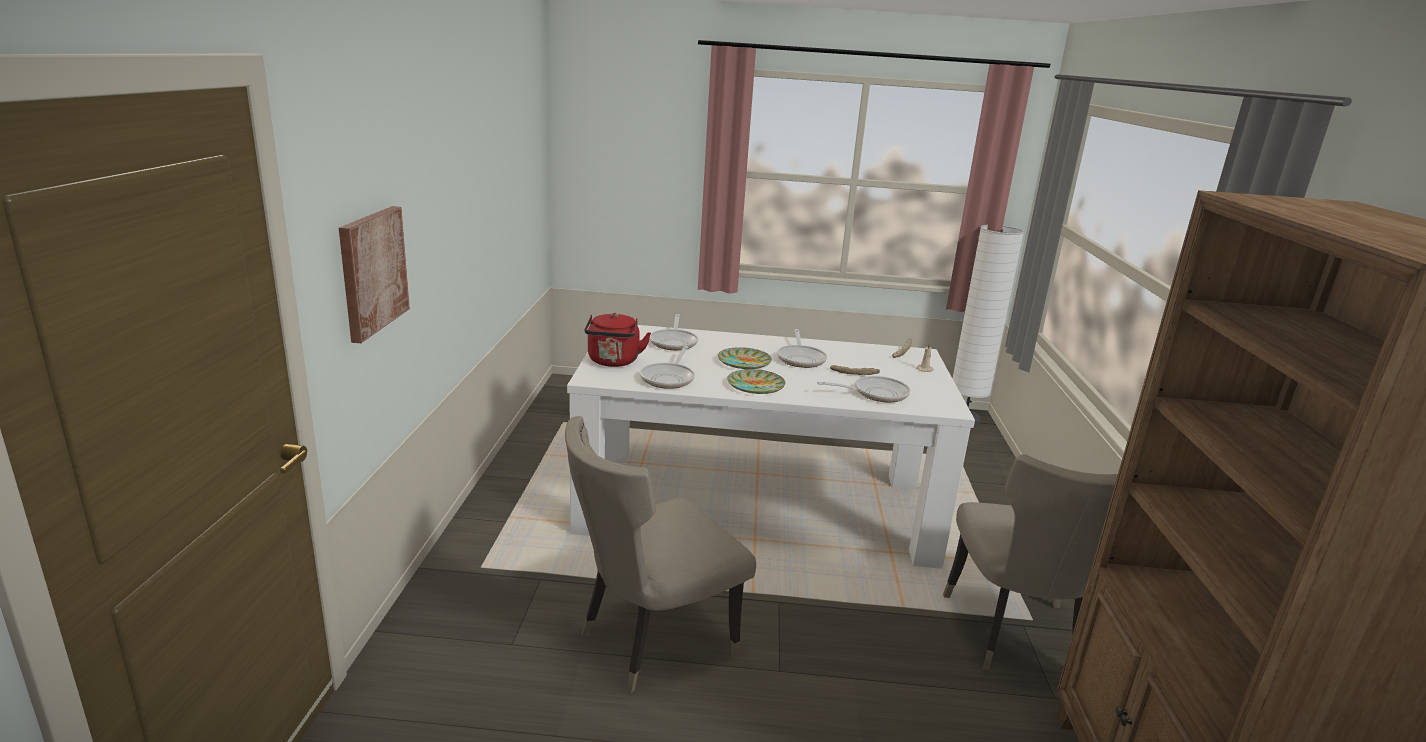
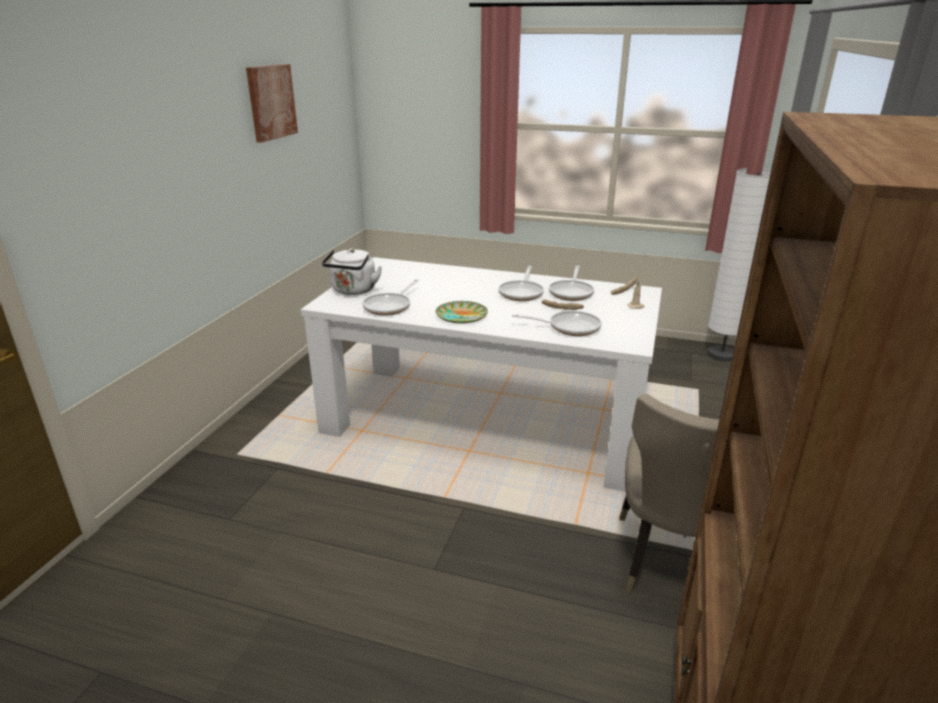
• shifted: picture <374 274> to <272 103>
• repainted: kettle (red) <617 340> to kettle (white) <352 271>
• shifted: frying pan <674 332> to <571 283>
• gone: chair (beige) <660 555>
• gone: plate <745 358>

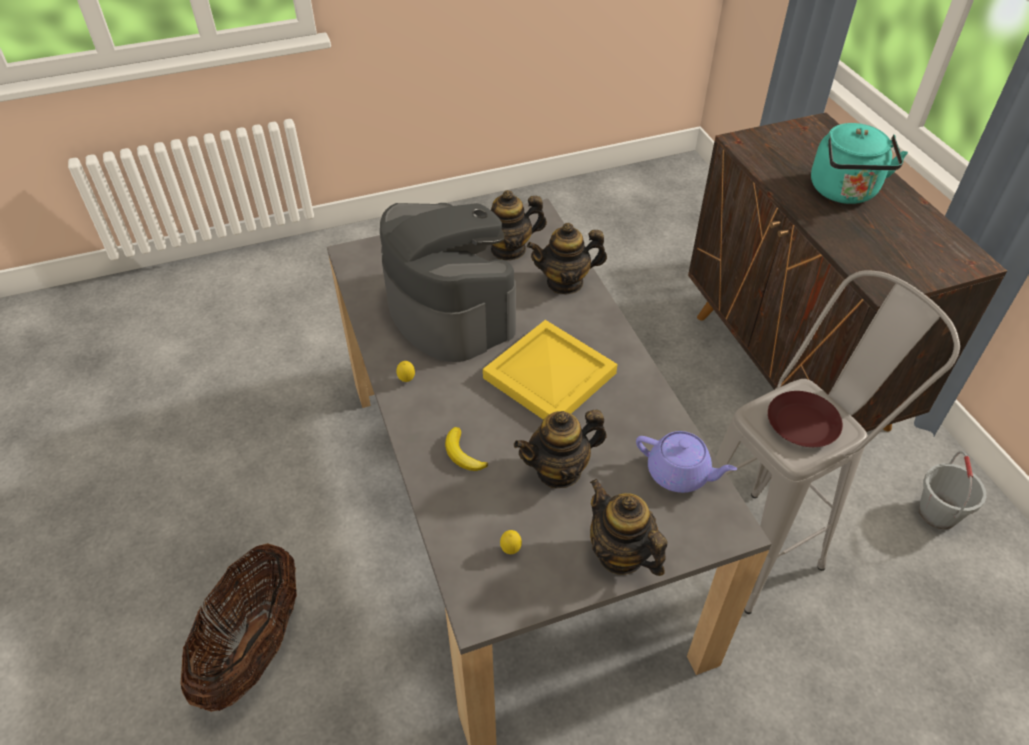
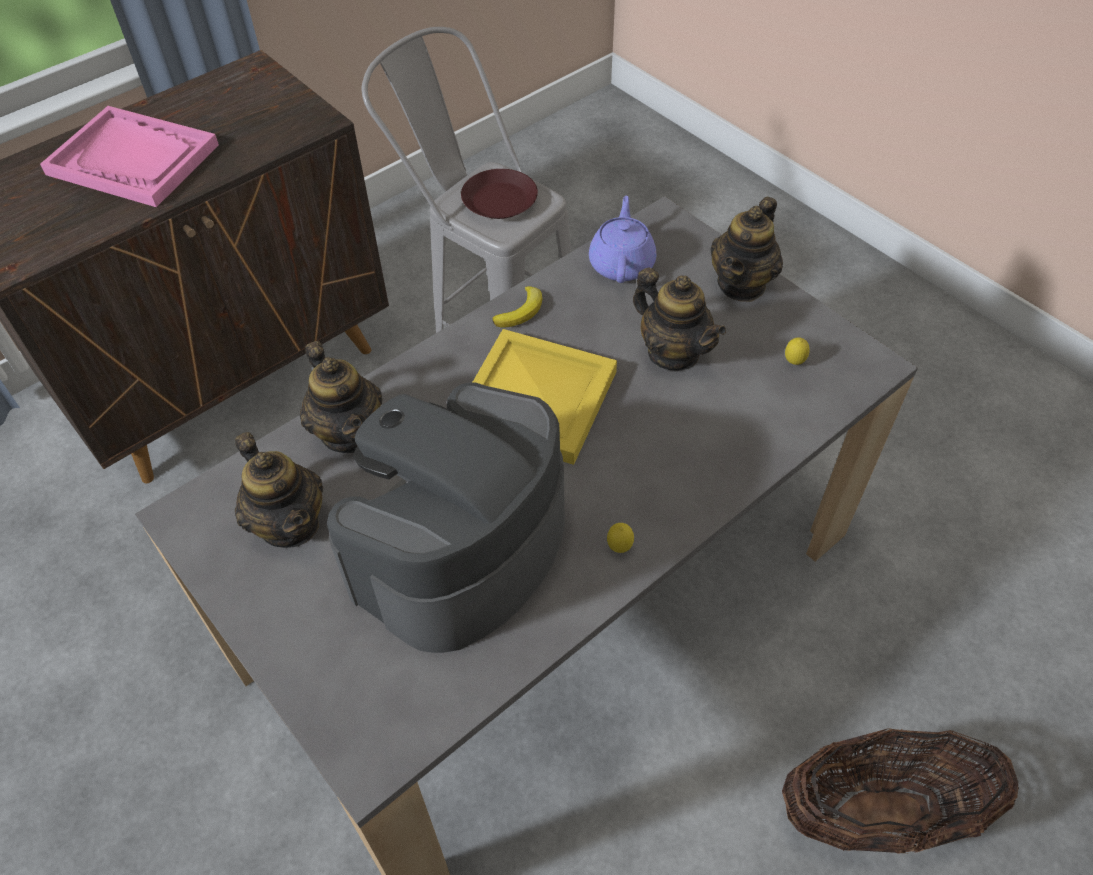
• swapped: kettle (turquoise) <859 163> to tray (pink) <129 156>
• shifted: banana <466 449> to <517 306>
• gone: bucket (grey) <952 490>

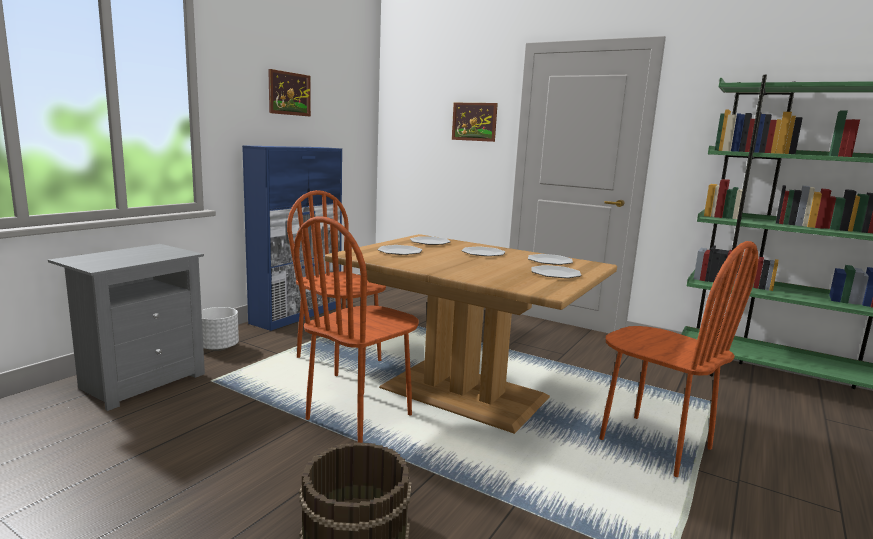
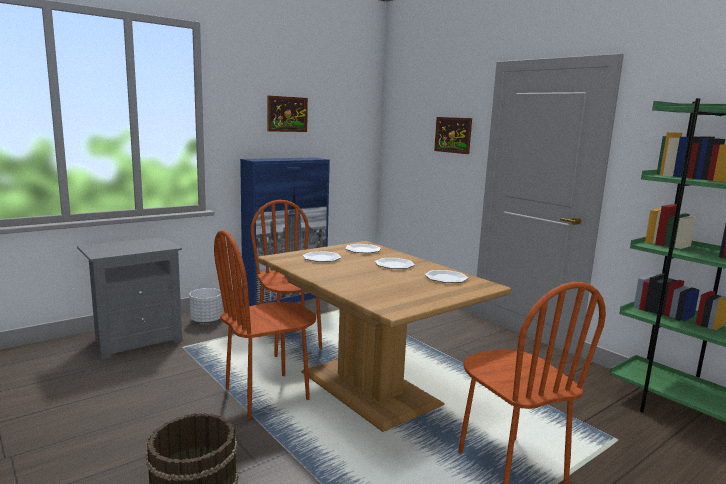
• gone: plate <556 271>

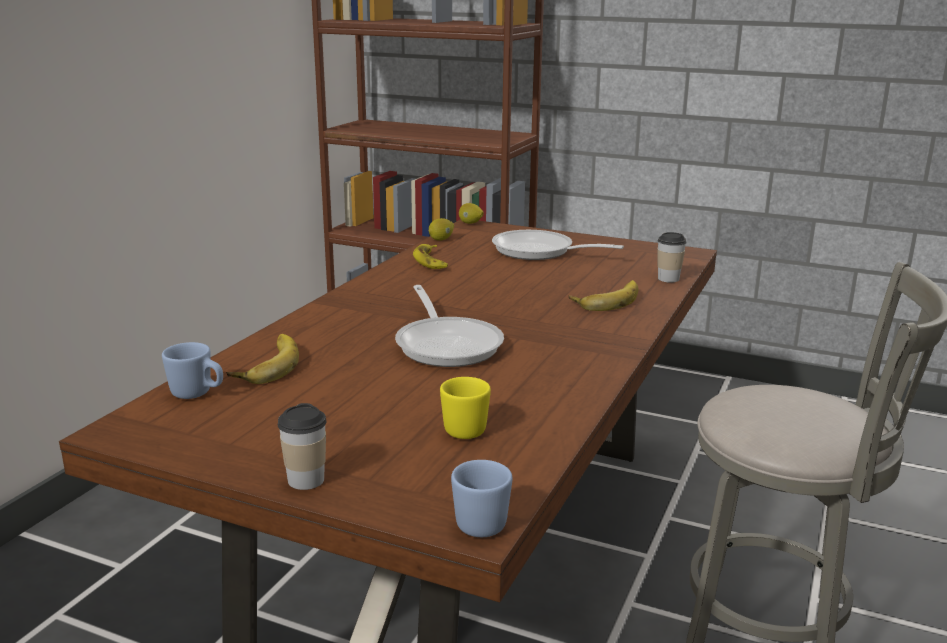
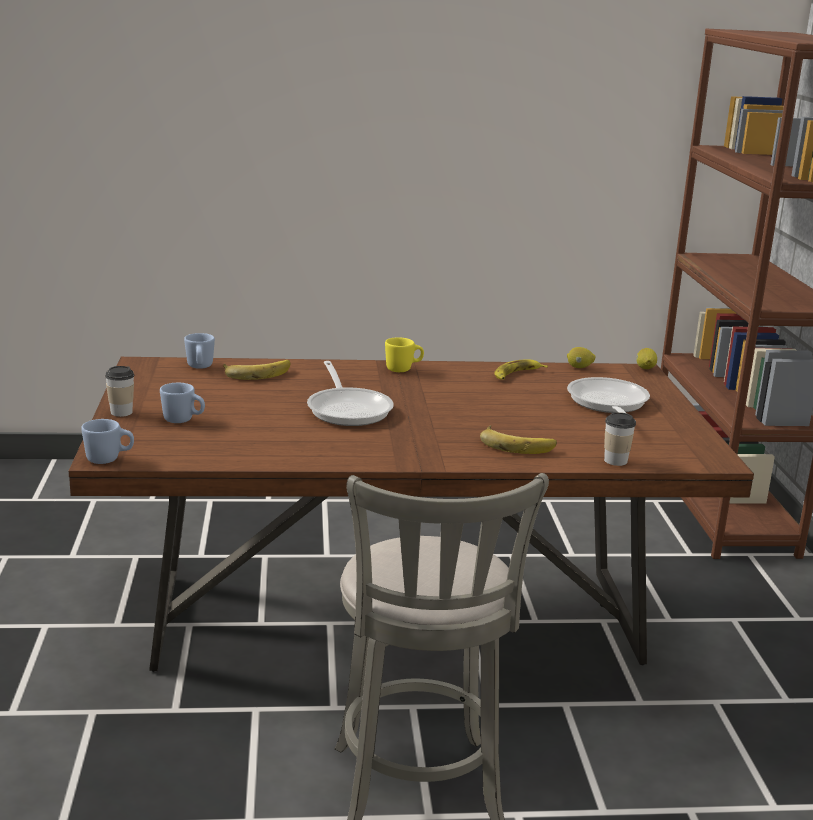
• new: mug (blue) <182 403>
• rotated: frying pan <449 326> = <350 393> 60 degrees counterclockwise
• shifted: mug (yellow) <465 408> to <404 354>

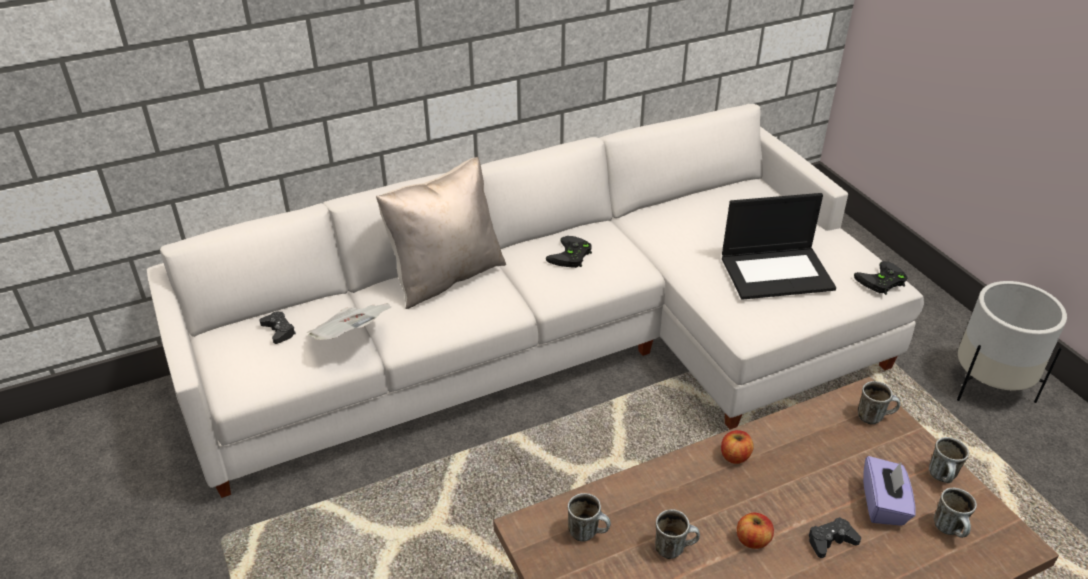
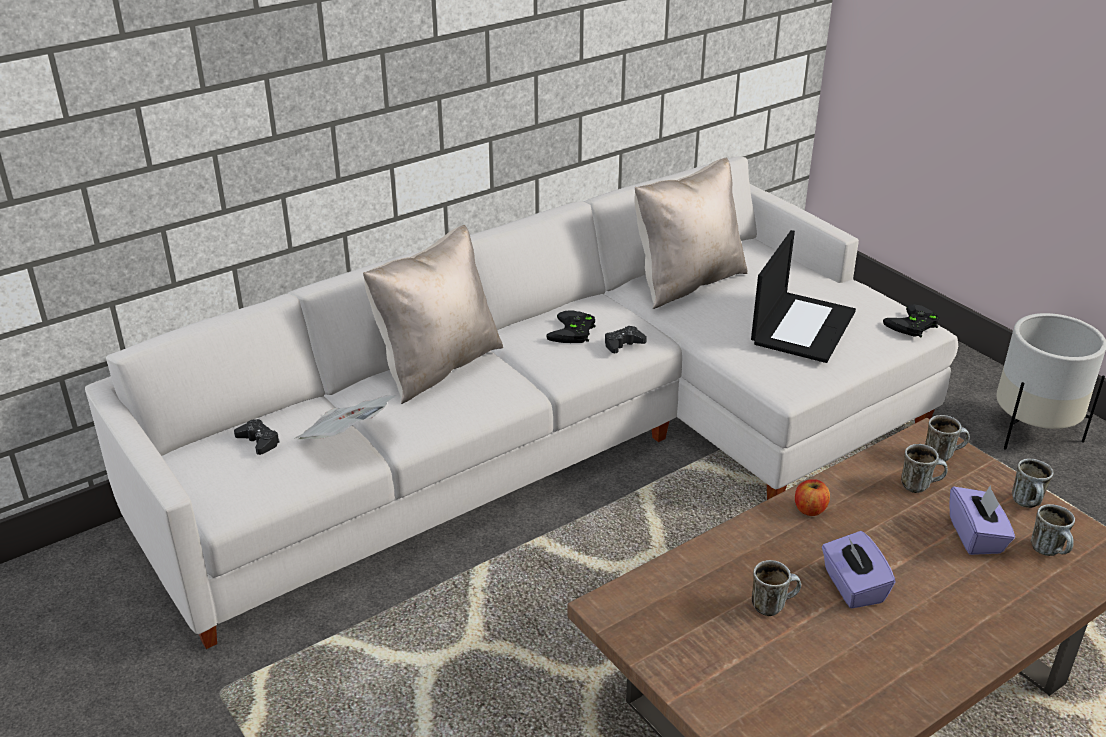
• shifted: game controller (black) <834 537> to <626 339>
• new: pillow (beige) <691 233>
• rotated: laptop <779 246> = <803 296> 45 degrees counterclockwise
• swapped: apple <755 530> to tissue box (purple) <859 570>
• shifted: mug <589 517> to <924 468>

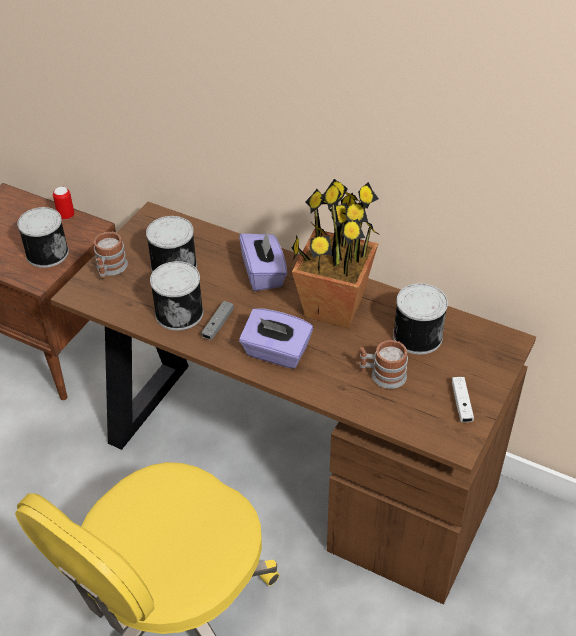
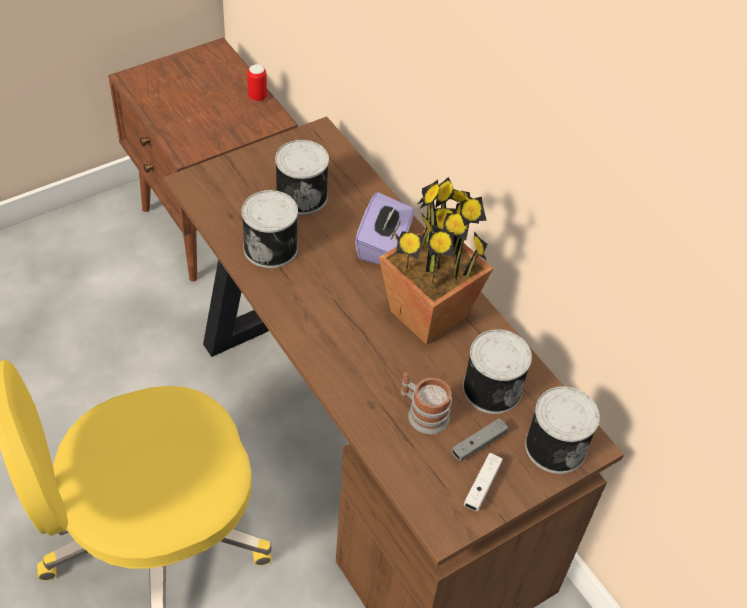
• shifted: game controller (grey) <217 320> to <480 439>
• shifted: can <43 237> to <562 430>
• gone: mug <111 255>
• gone: tissue box (purple) <276 338>

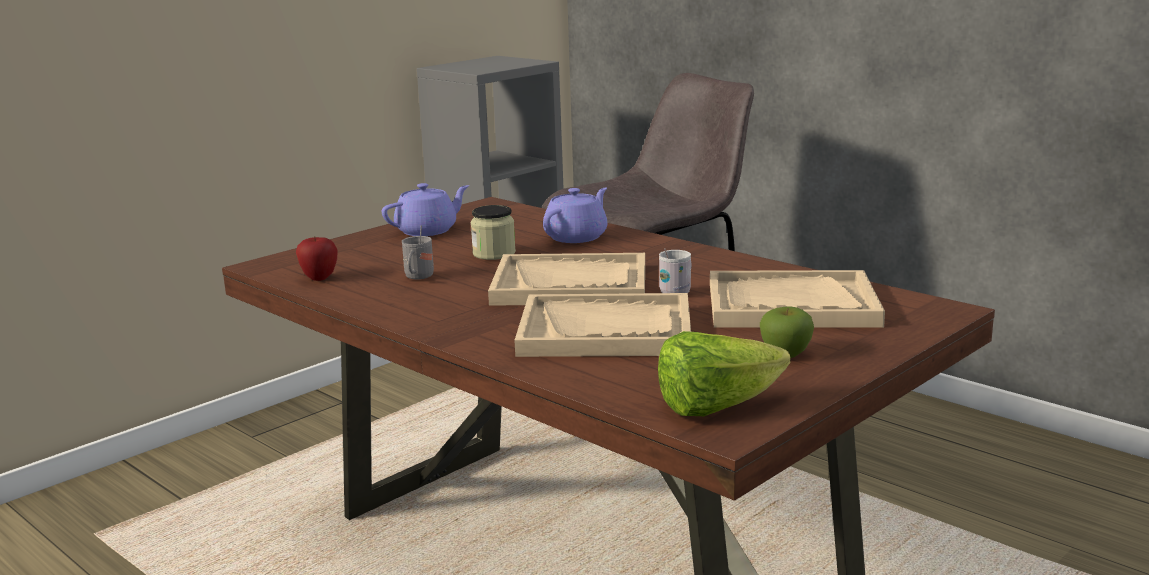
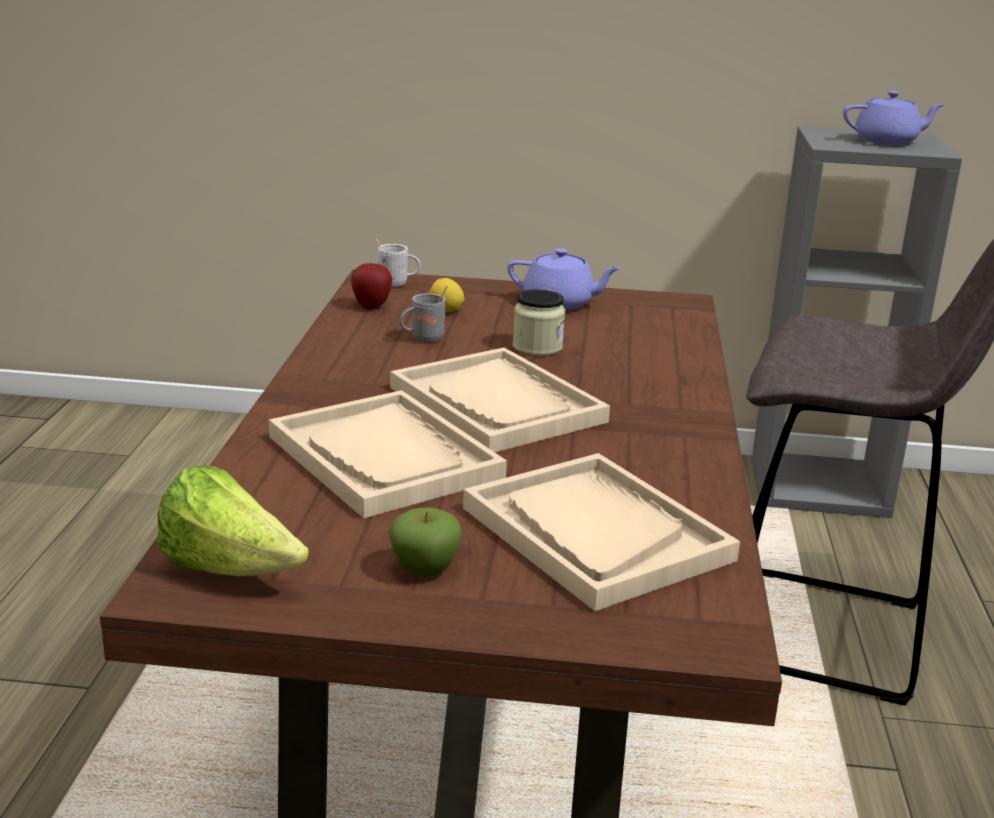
• shifted: mug (white) <675 270> to <398 262>
• new: lemon <447 295>
• shifted: teapot (purple) <575 215> to <894 118>

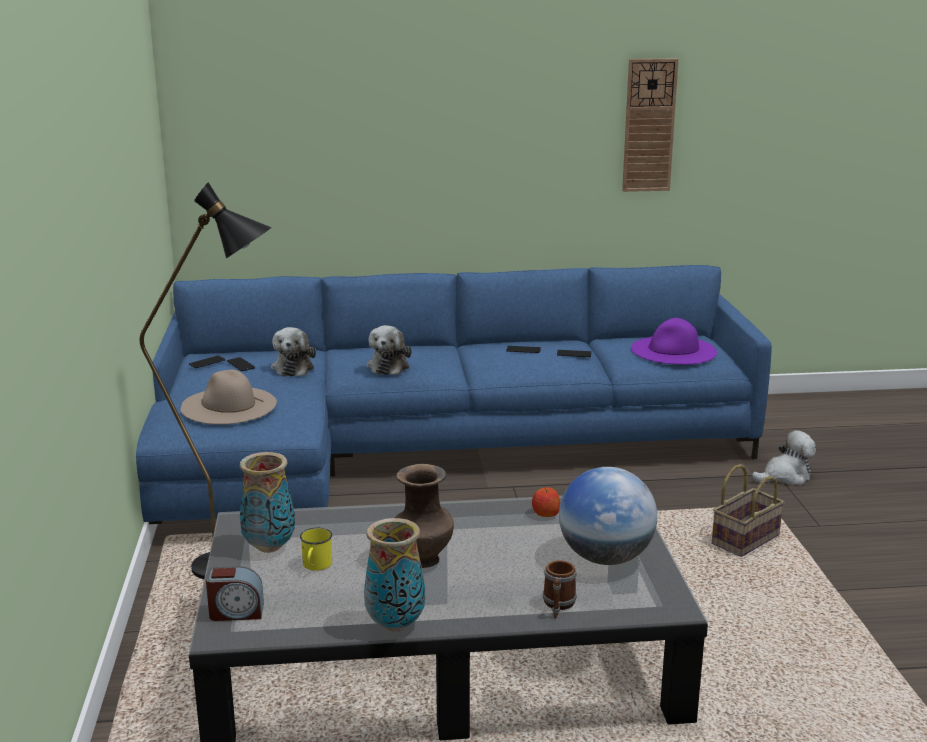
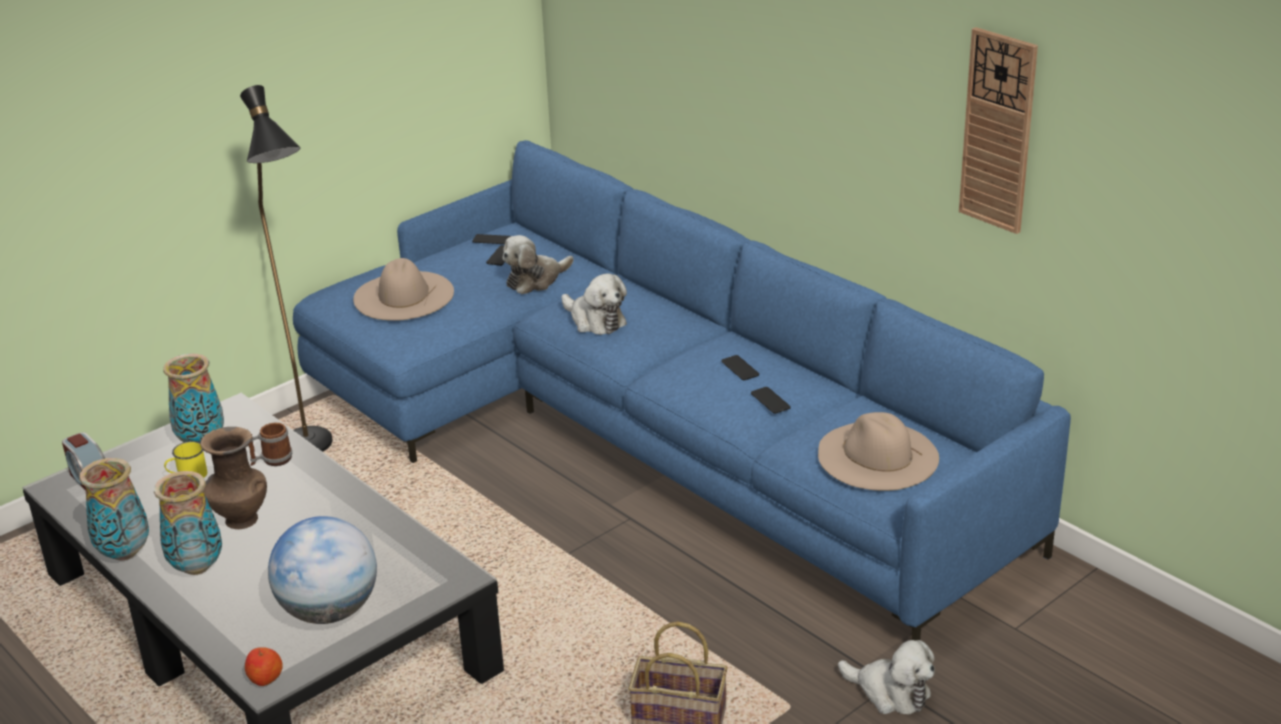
• new: vase <188 523>
• shifted: apple <546 502> to <264 666>
• shifted: mug <560 589> to <270 444>
• rotated: plush toy <389 350> = <594 304> 105 degrees counterclockwise
• repainted: hat (purple) <674 341> to hat (beige) <878 451>

